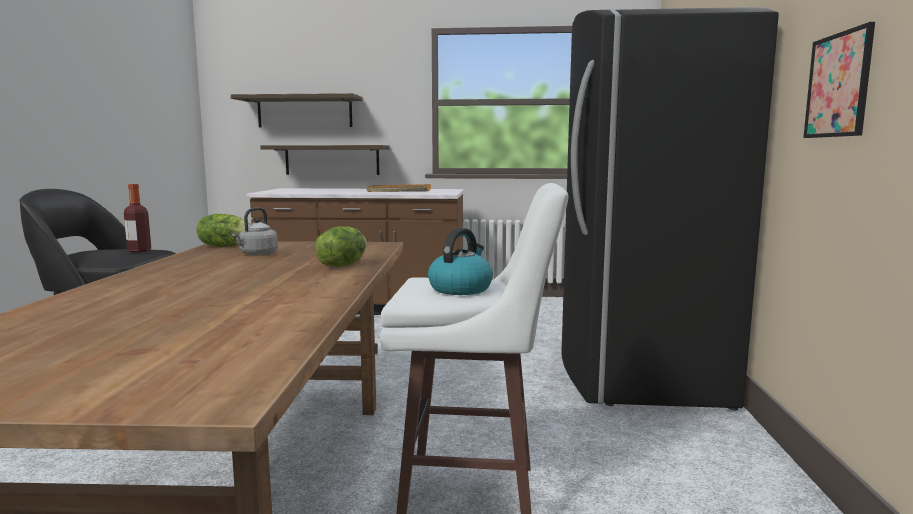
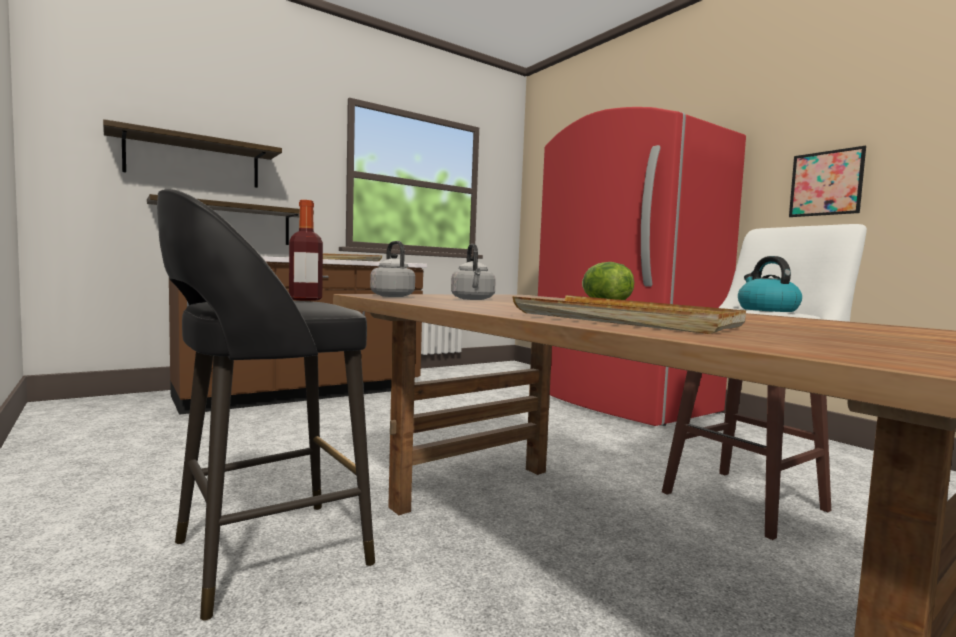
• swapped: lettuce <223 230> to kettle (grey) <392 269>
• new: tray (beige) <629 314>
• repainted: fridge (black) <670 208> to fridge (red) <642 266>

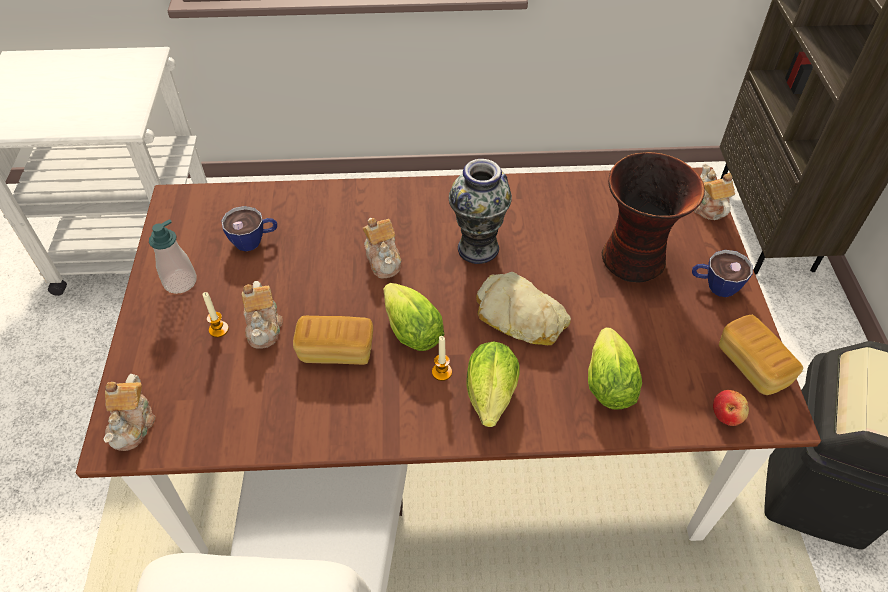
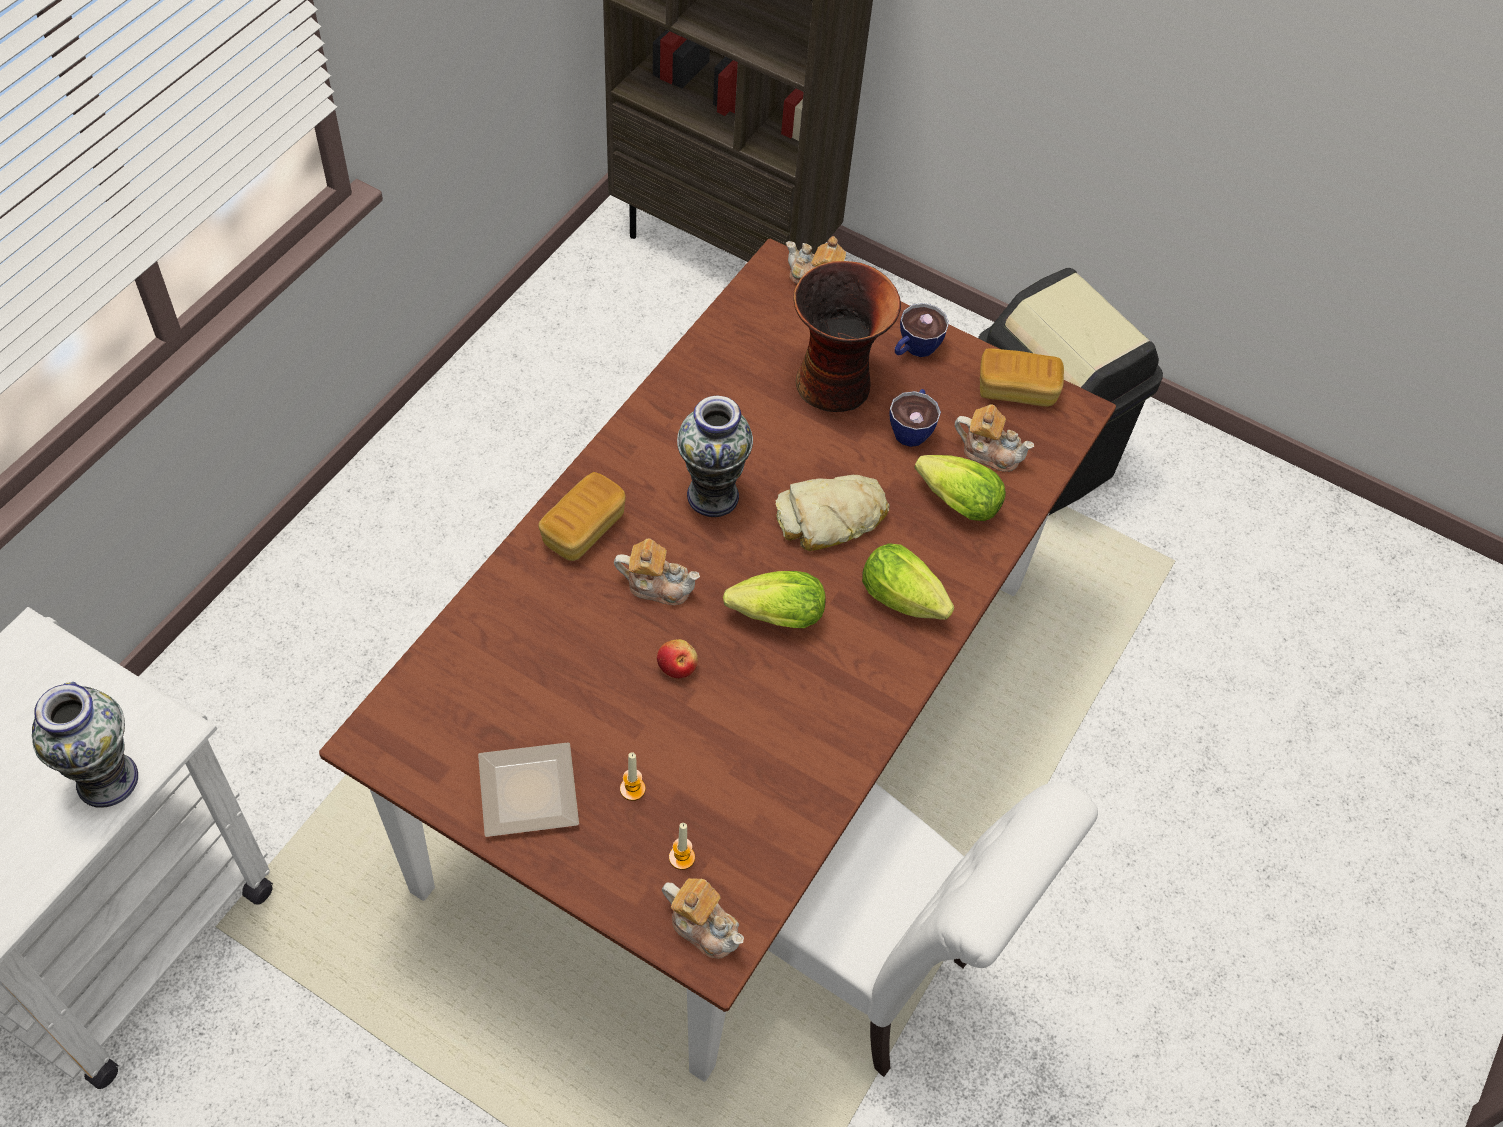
• new: vase <85 745>
• swapped: soap dispenser <173 256> to plate <528 789>
• shifted: bread <333 340> to <582 516>
• shifted: apple <731 408> to <677 658>
• shifted: candle <442 358> to <682 846>
• shifted: cup <249 228> to <915 418>
• shifted: teapot <262 315> to <994 438>

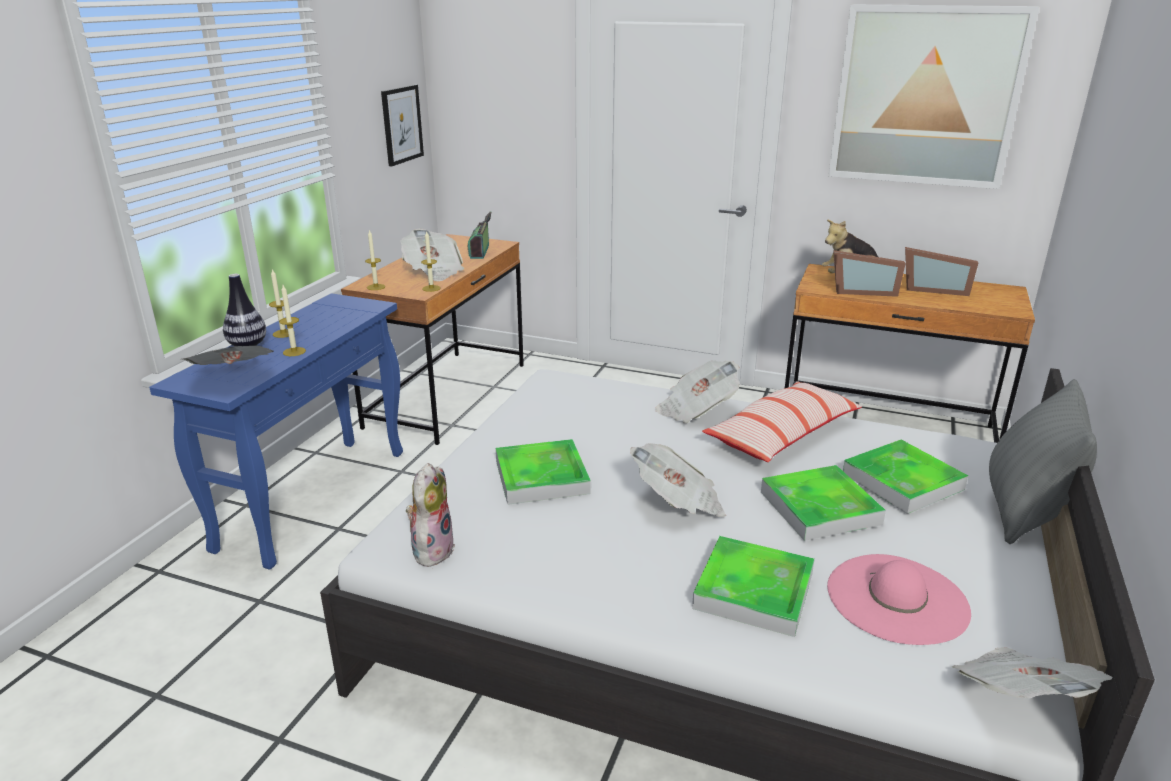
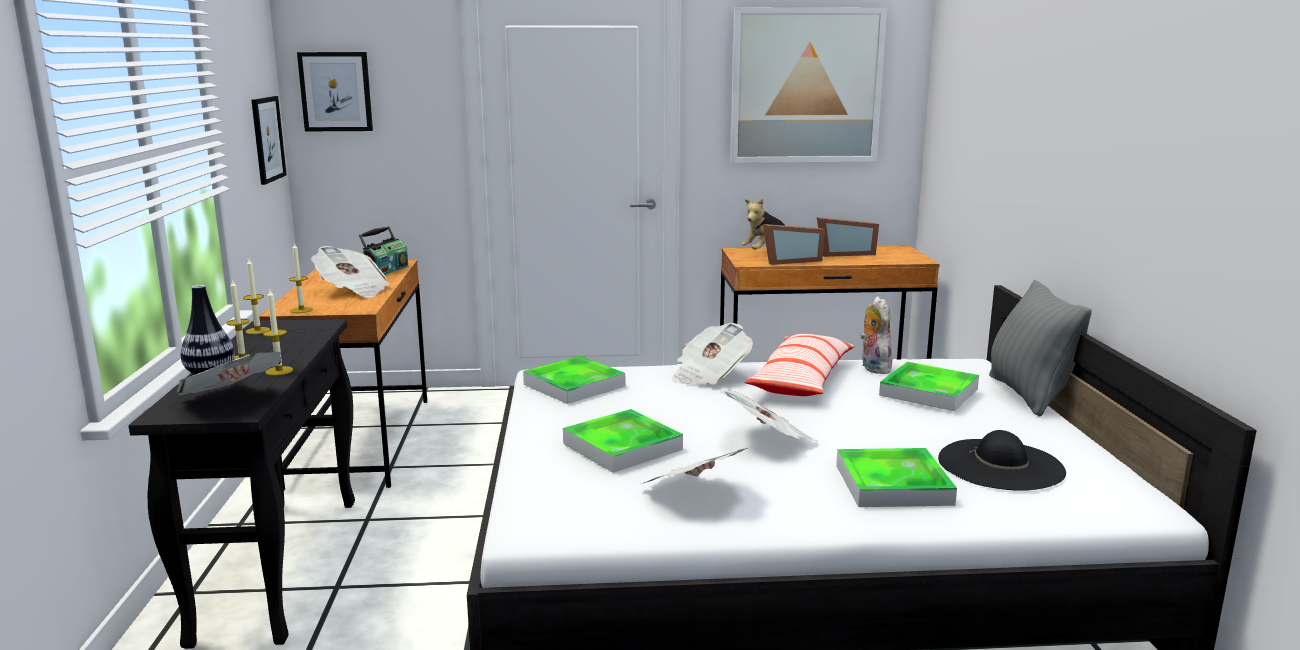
• repainted: console table (blue) <276 431> to console table (black) <241 484>
• shifted: candle <431 261> to <256 296>
• new: picture <335 91>
• rotated: radio <479 235> = <383 250> 135 degrees counterclockwise
• shifted: tray <823 503> to <574 380>
• shifted: newspaper <1031 672> to <695 466>
• shifted: plush toy <430 515> to <876 335>
• repainted: hat (pink) <899 599> to hat (black) <1002 460>

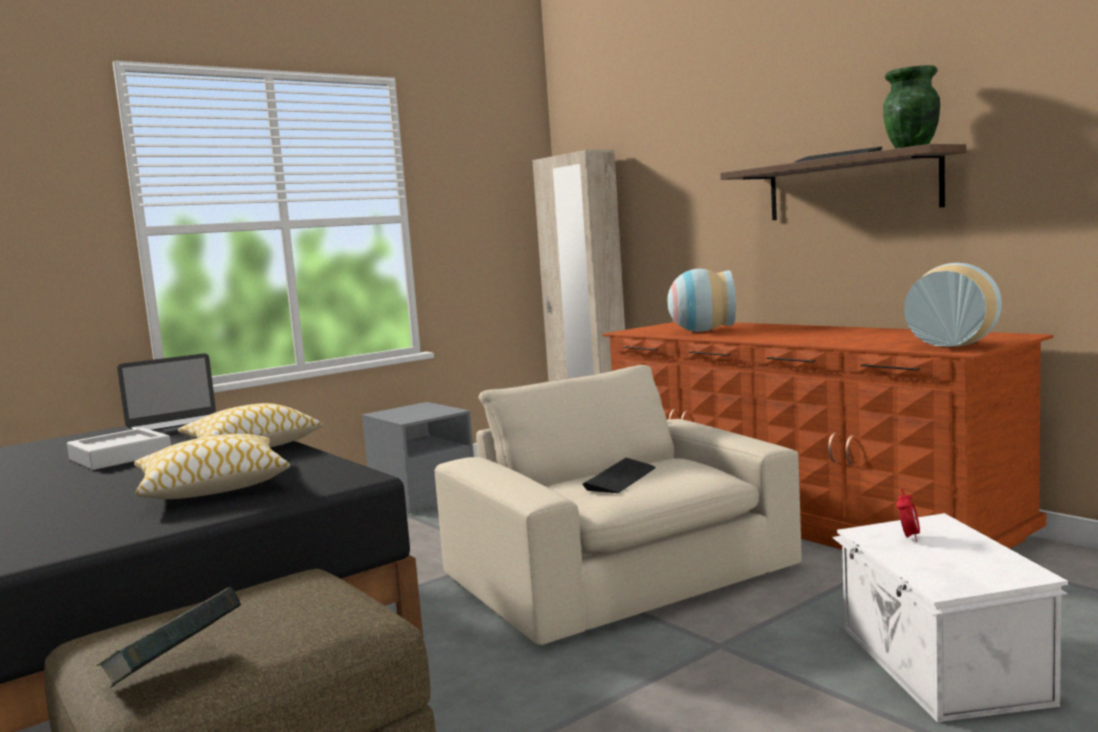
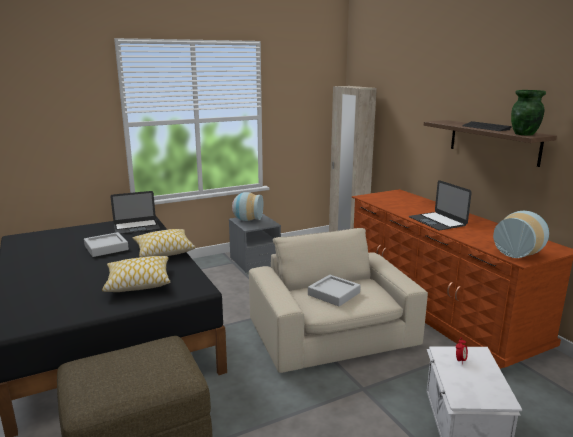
• shifted: vase <701 300> to <248 206>
• swapped: keyboard <619 475> to tray (grey) <334 290>
• new: laptop <440 205>
• gone: book <168 637>

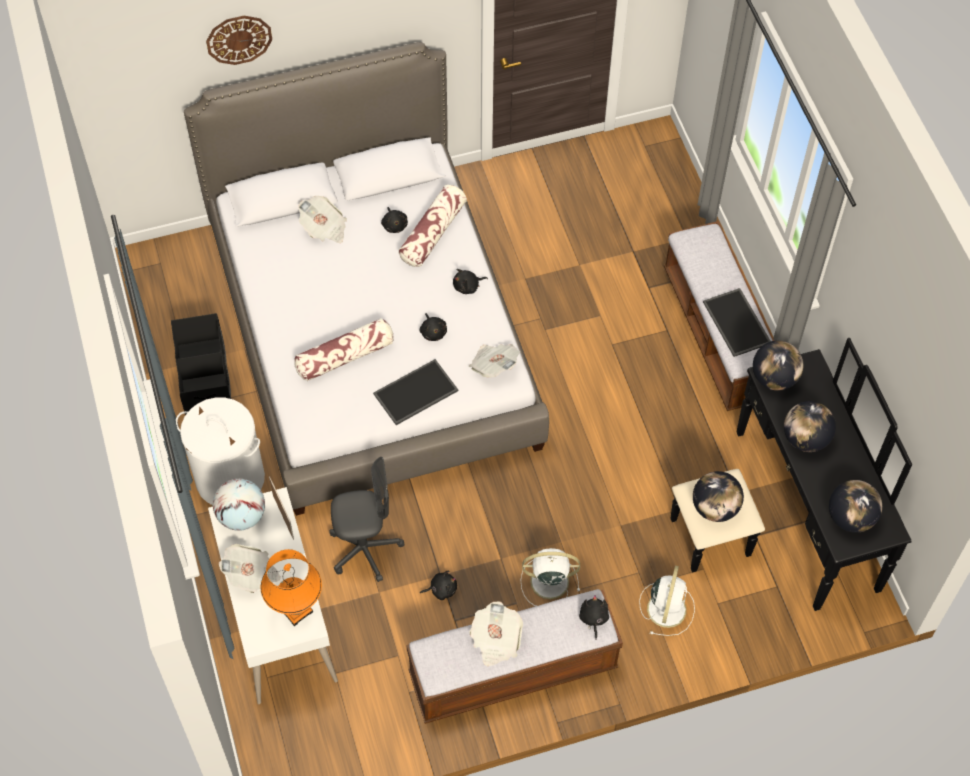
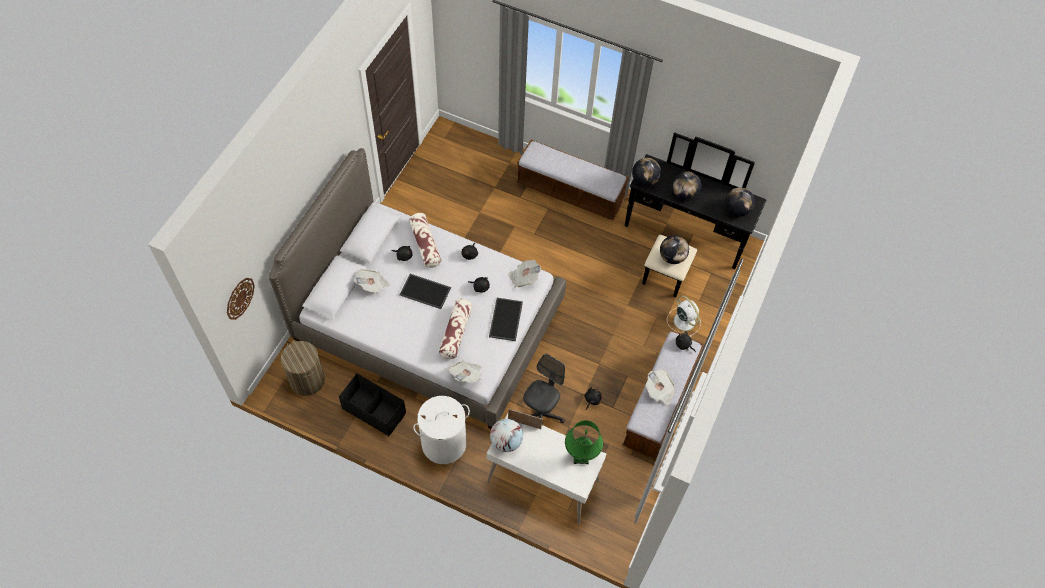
• shifted: wall clock <239 40> to <241 299>
• new: laundry basket <303 368>
• shifted: tray <737 322> to <425 291>
• shifted: newspaper <250 568> to <465 371>
• repainted: table lamp (orange) <291 587> to table lamp (green) <584 442>
• gone: fan (white) <550 577>

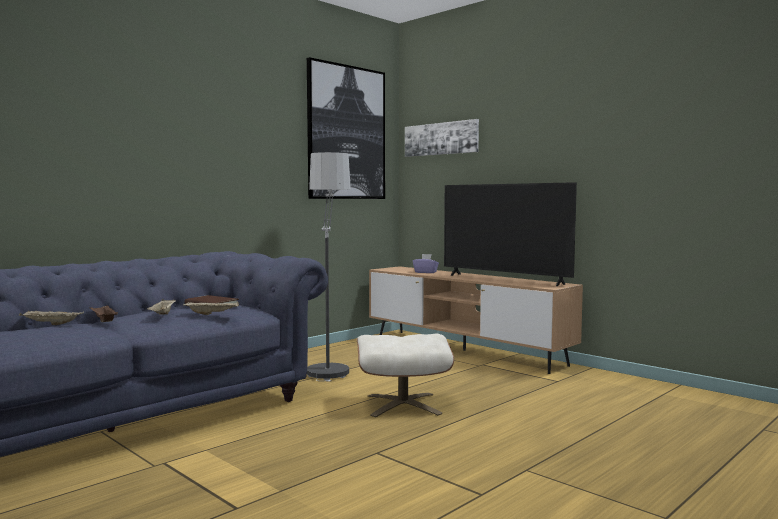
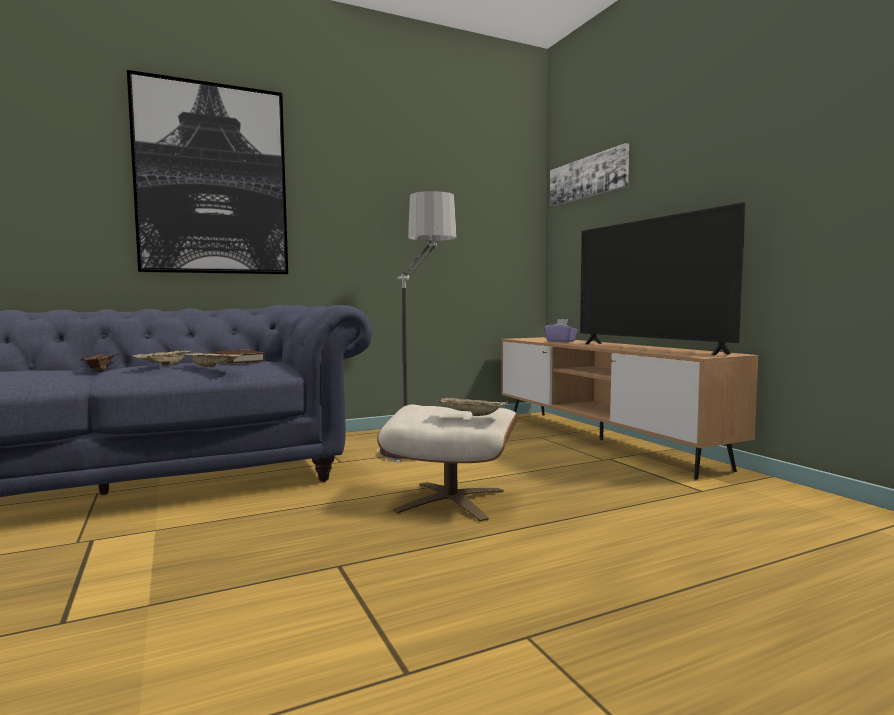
• shifted: picture <346 128> to <207 172>
• shifted: tray (beige) <51 317> to <472 406>

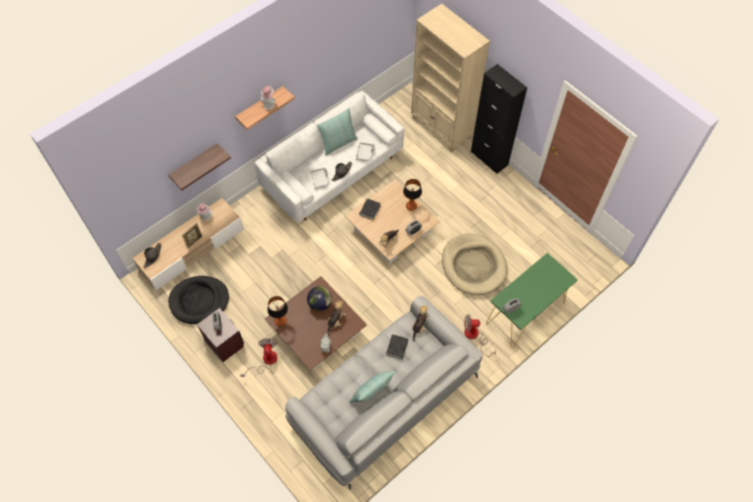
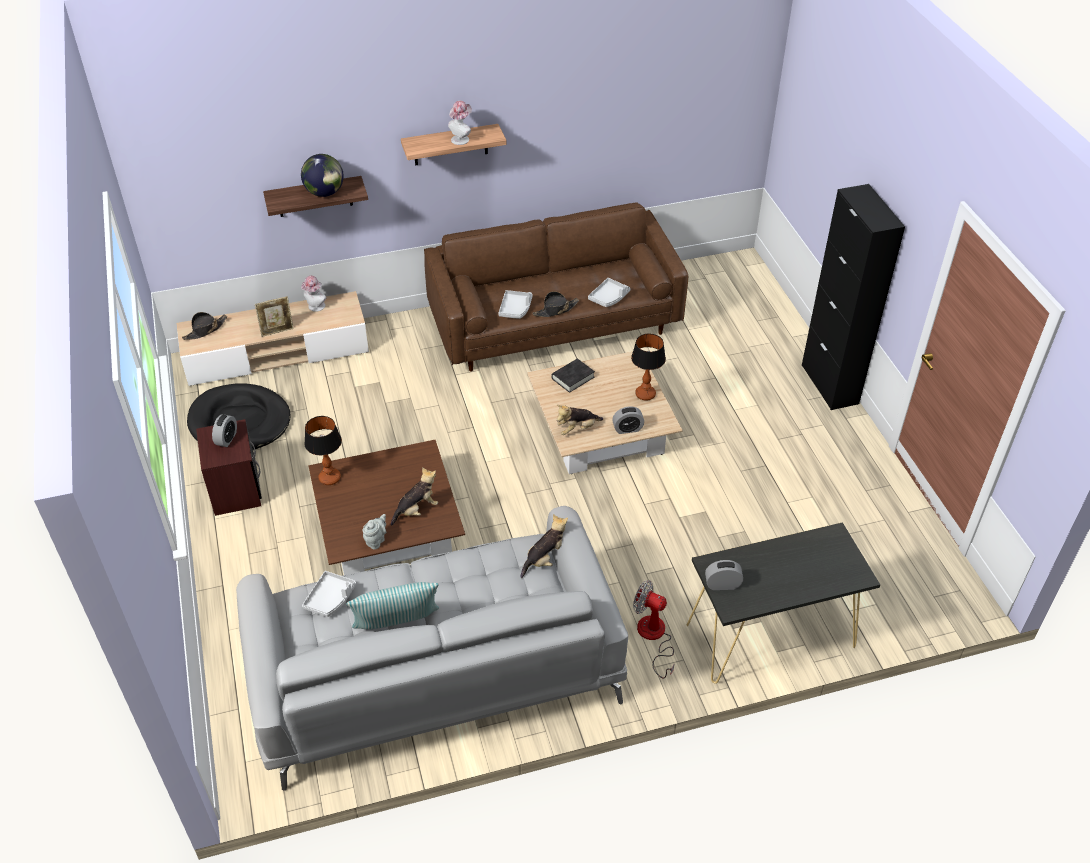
• shifted: globe <319 298> to <322 175>
• new: tray (grey) <329 594>
• repainted: sofa (white) <329 156> to sofa (brown) <556 287>
• repainted: console table (green) <532 301> to console table (black) <783 603>
• gone: fan <259 357>
• gone: pillow <337 132>
• gone: book (black) <397 346>
• gone: bookcase (beige) <450 77>
• gone: dog bed (beige) <475 264>

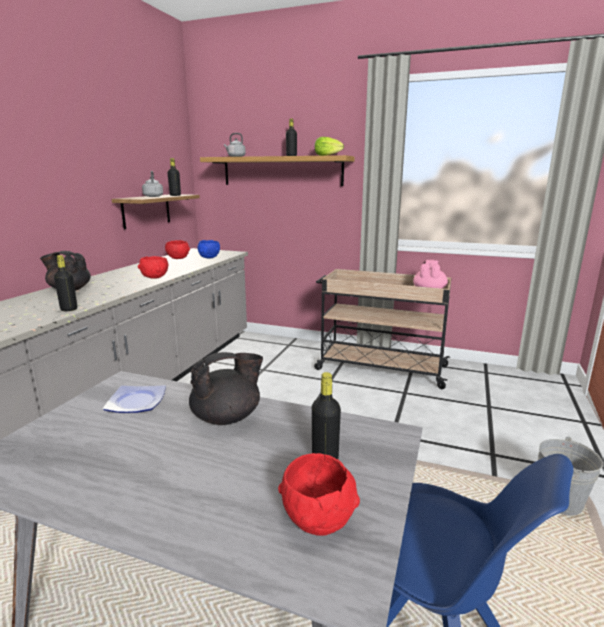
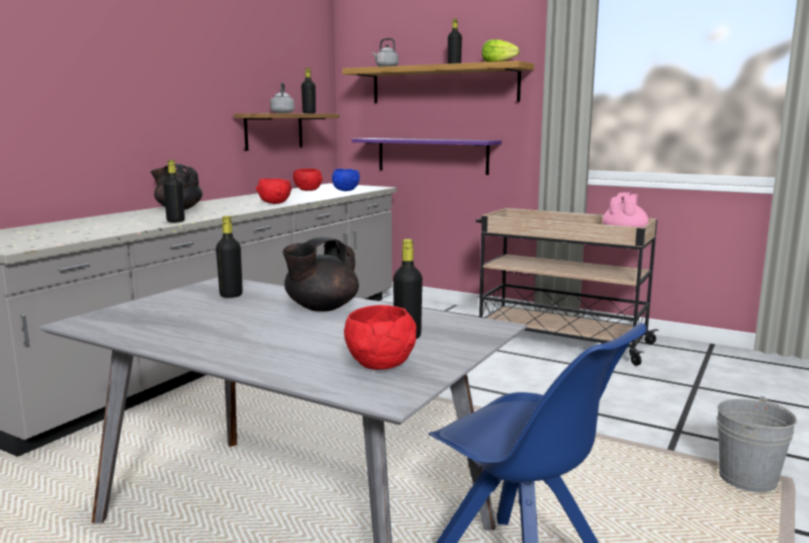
• swapped: plate <134 399> to bottle (black) <229 257>
• rotated: teapot (black) <226 388> = <321 274> 150 degrees clockwise
• new: shelf (purple) <427 156>

